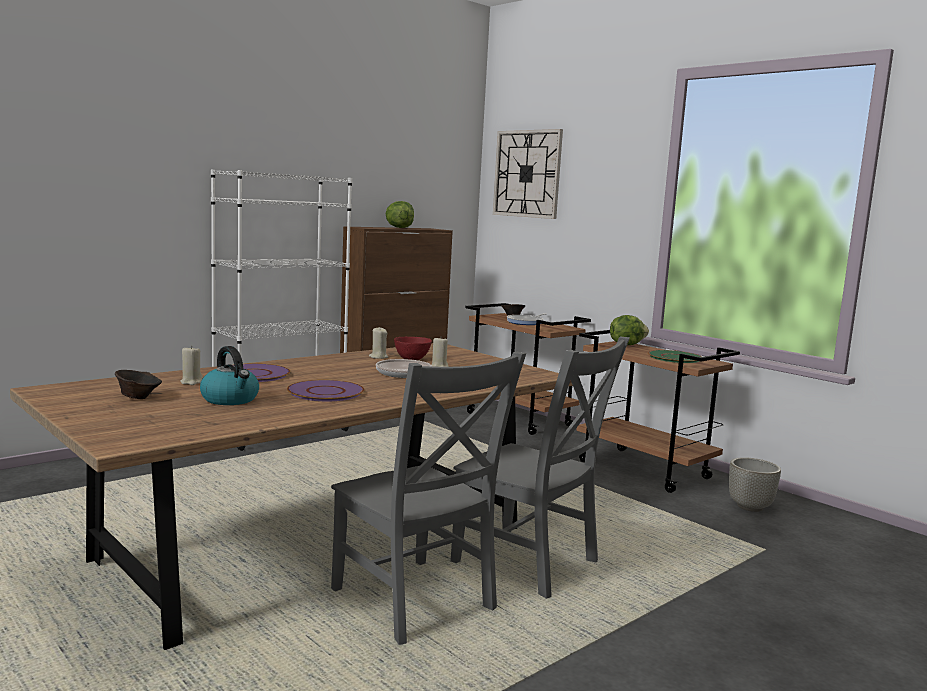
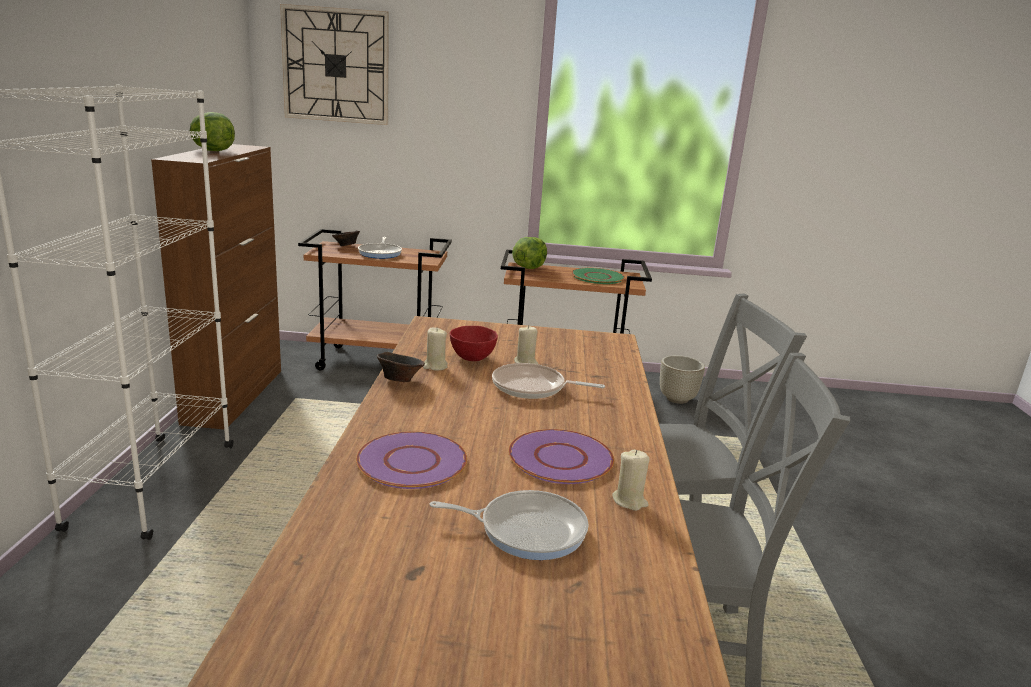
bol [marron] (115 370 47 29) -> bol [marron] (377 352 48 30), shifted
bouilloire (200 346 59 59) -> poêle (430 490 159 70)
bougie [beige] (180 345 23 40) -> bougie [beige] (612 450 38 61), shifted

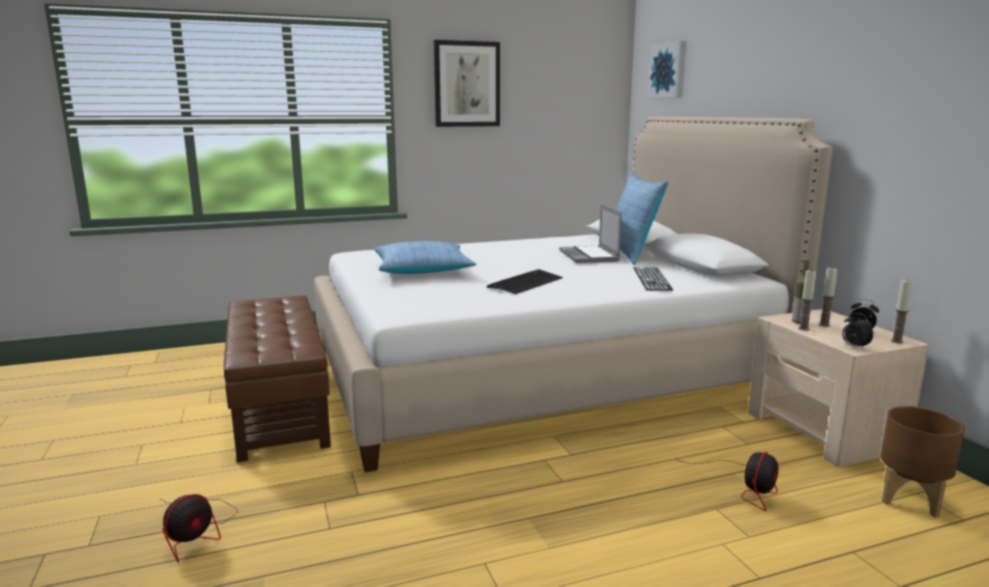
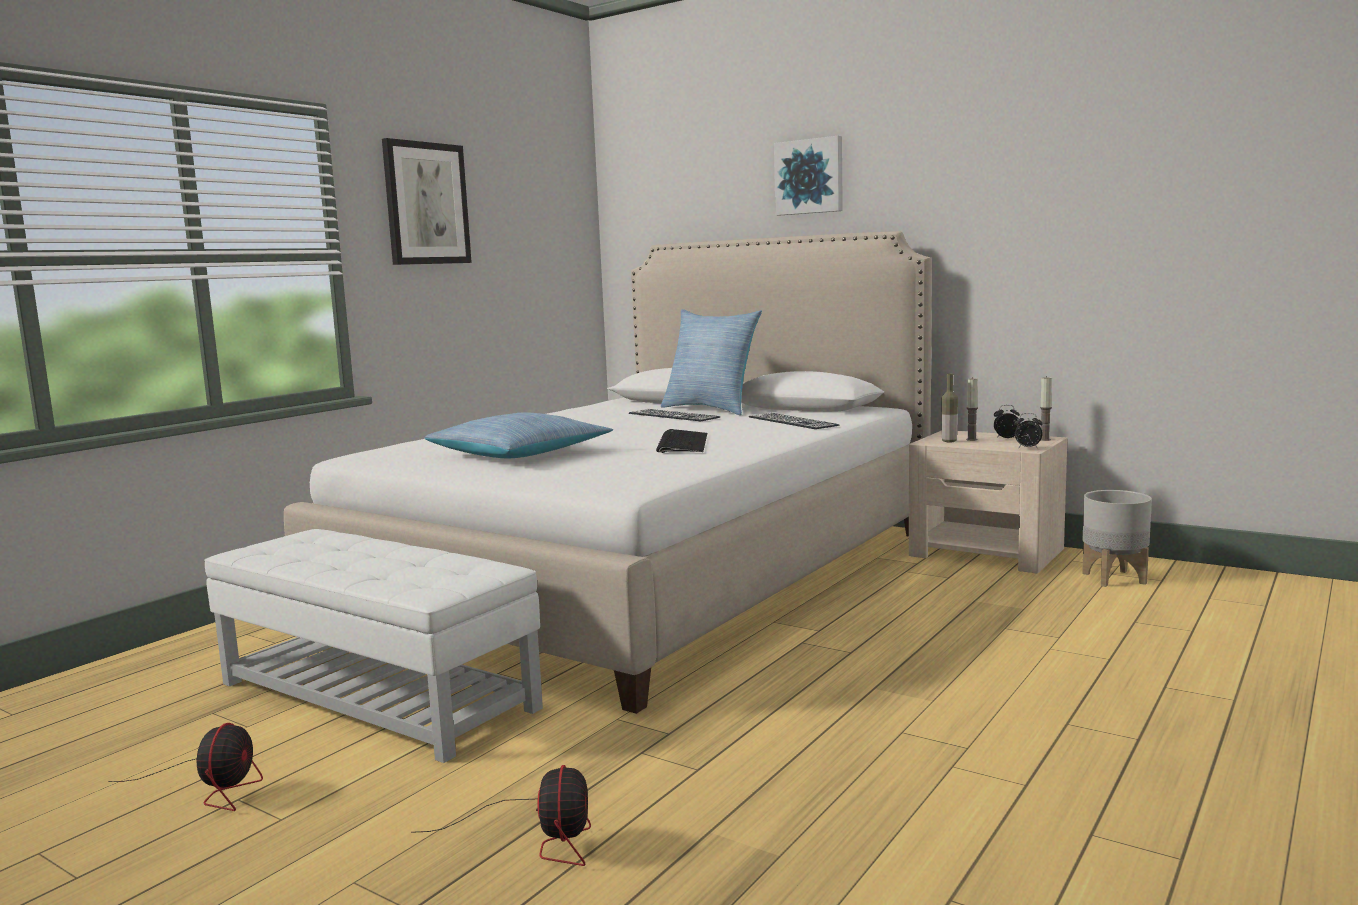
ventilateur (675 452 103 59) -> ventilateur (108 723 155 88), shifted
pouf [marron] (224 295 107 167) -> pouf [blanc] (204 529 339 234)
ordinateur portable (559 204 63 59) -> clavier (629 409 91 12)
tableau (648 41 38 57) -> tableau (774 136 69 79), shifted
cache-pot [marron] (880 406 85 112) -> cache-pot [gris] (1082 490 70 97)
bougie (798 270 18 61) -> none

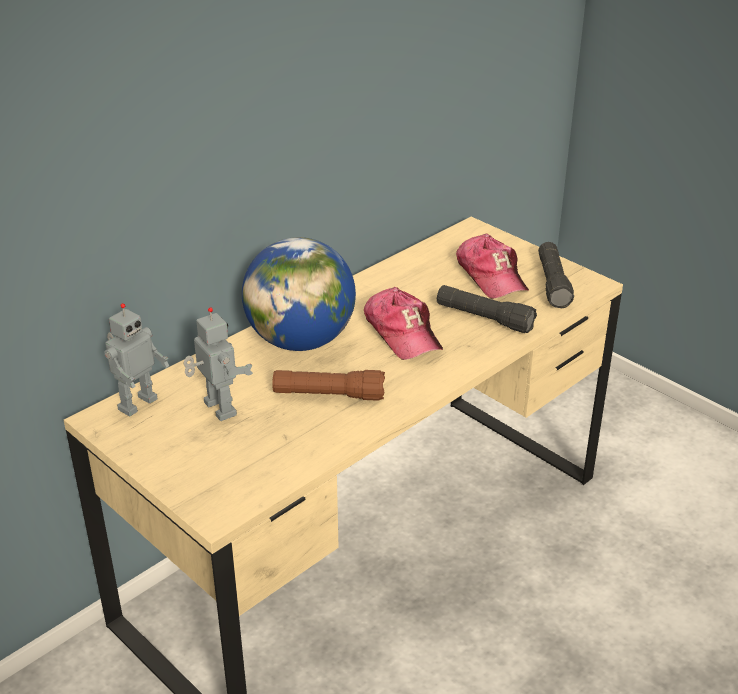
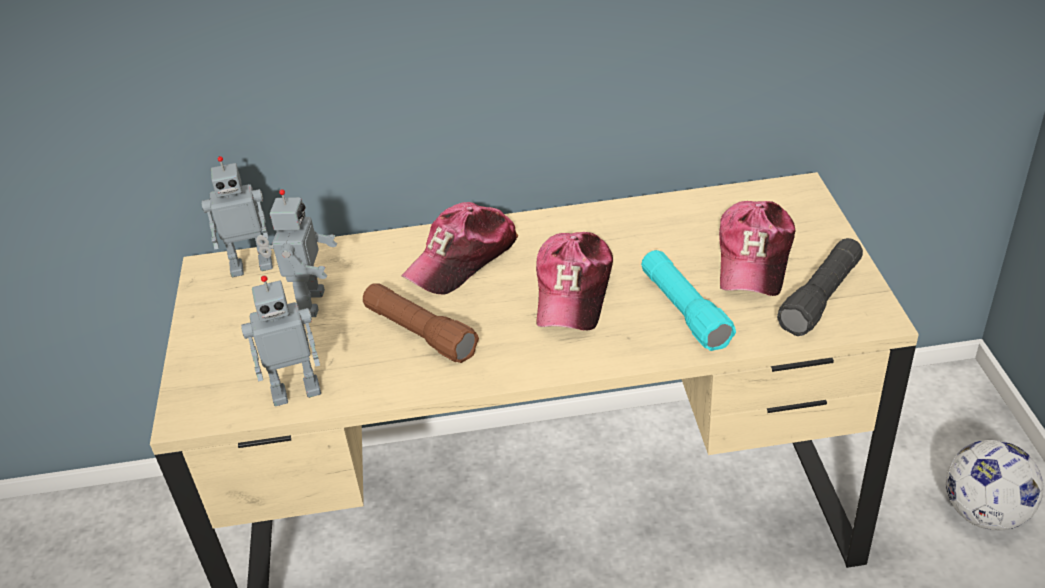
none -> robot jouet (241 276 80 130)
globe (242 237 114 114) -> casquette (401 202 117 93)
lampe de poche [noir] (437 285 100 48) -> lampe de poche [turquoise] (641 250 95 101)
none -> ballon de foot (946 440 97 90)

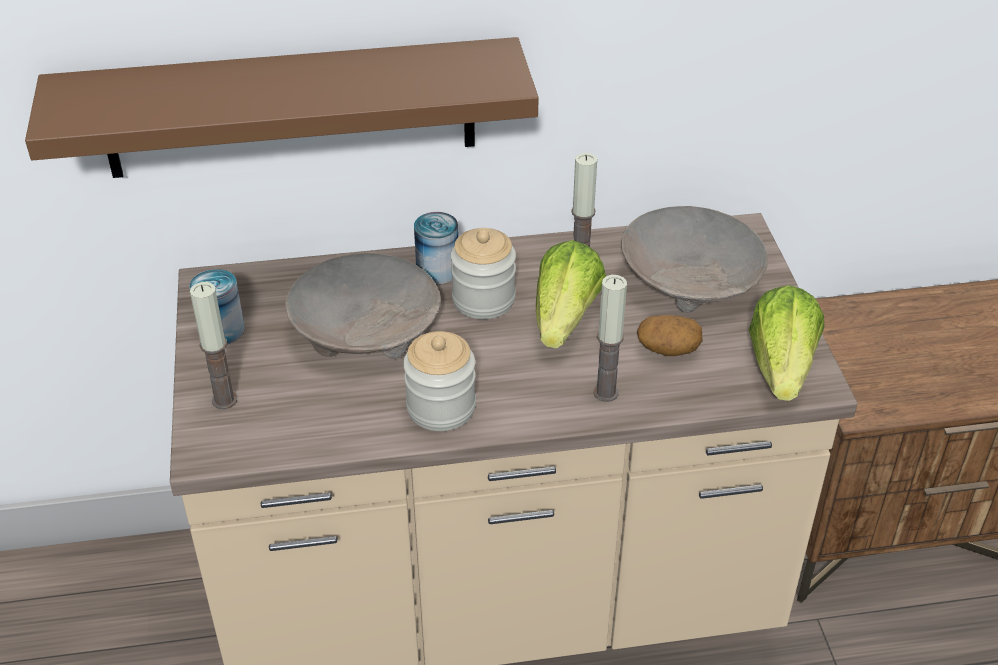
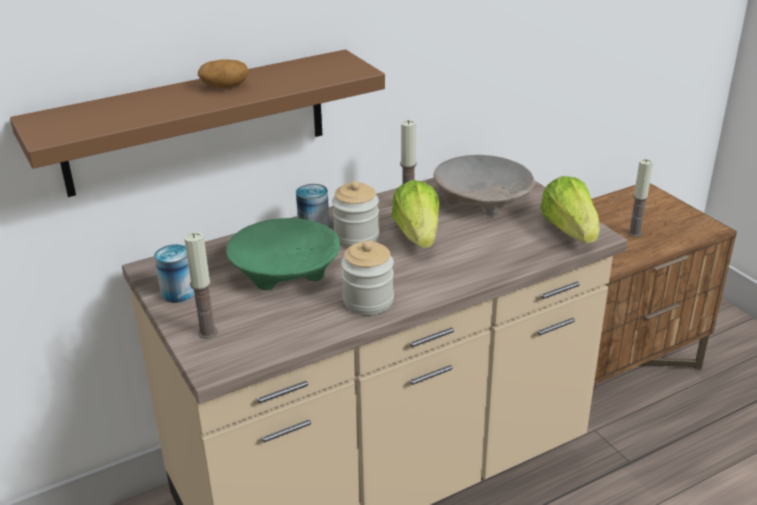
pomme de terre (637 315 66 41) -> pomme de terre (198 59 51 29), shifted
bol [beige] (285 253 156 106) -> bol [vert] (226 218 114 72)
bougie (593 275 34 127) -> bougie (628 159 25 78), shifted

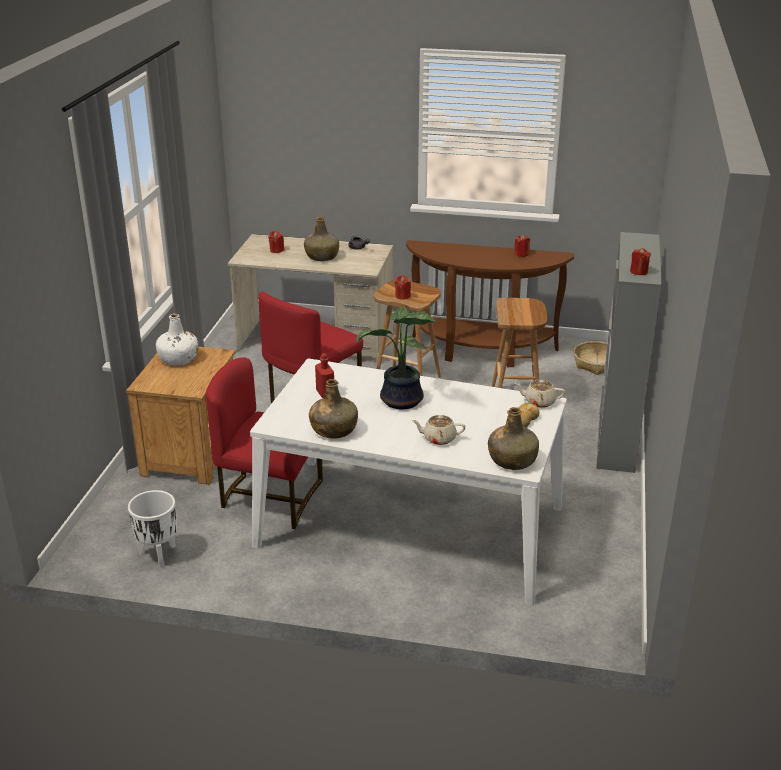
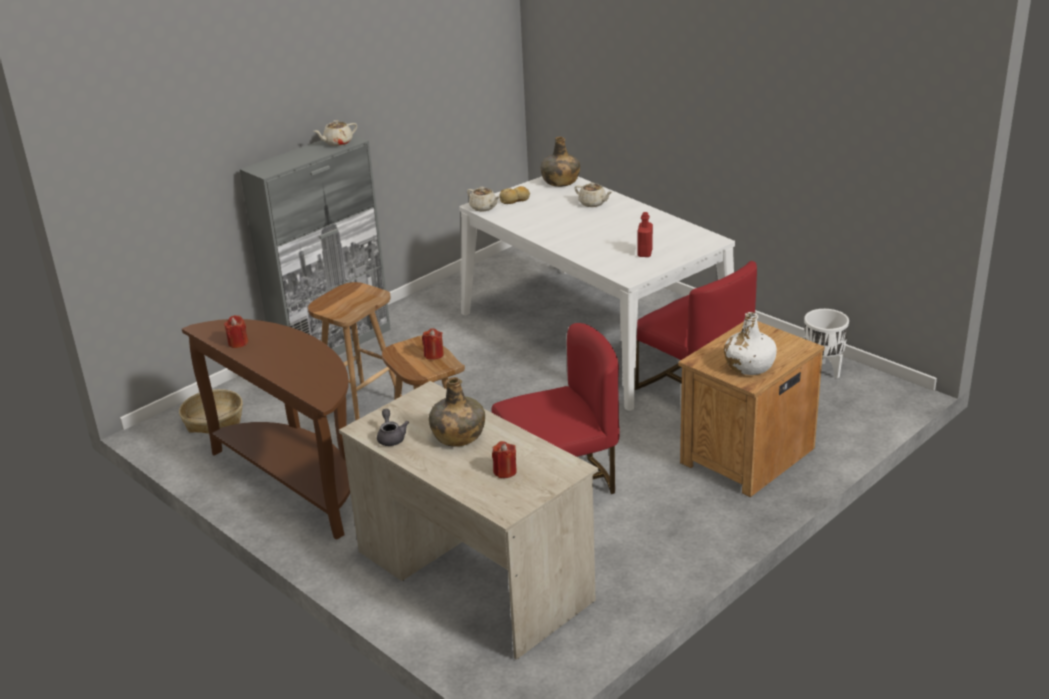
bougie [rouge] (630 248 21 27) -> théière [beige] (314 120 43 26)
bouteille [vert] (309 379 49 59) -> none
plante en pot (356 306 80 103) -> none

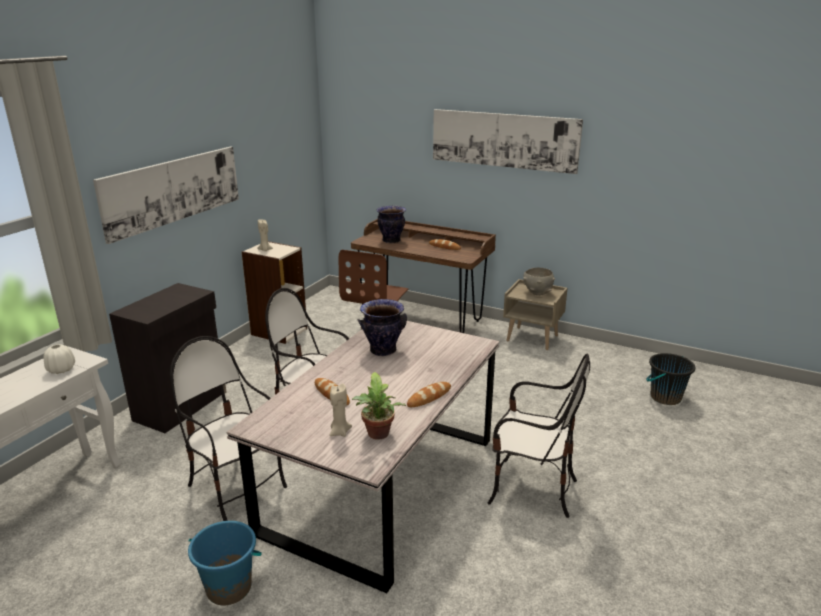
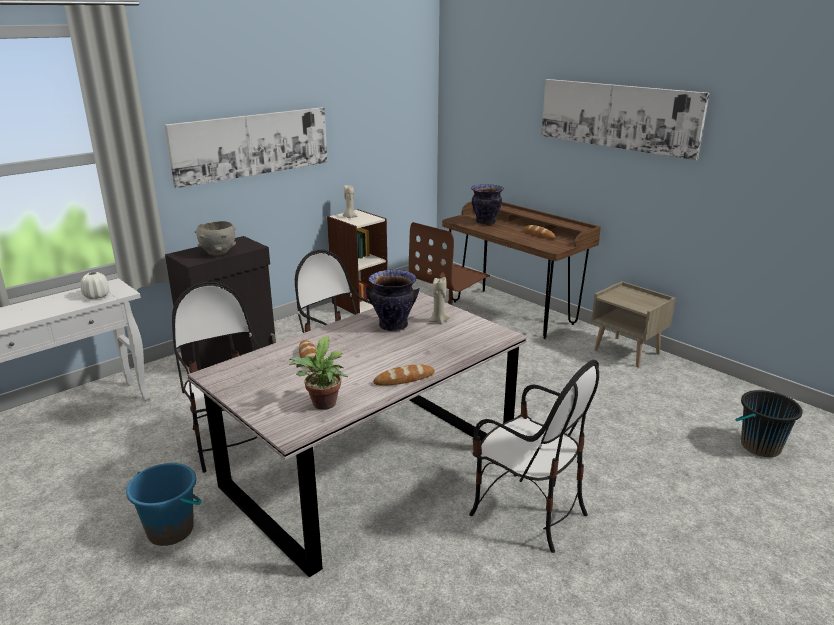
bol [gris] (523 267 32 29) -> bol [gris] (195 221 41 35), shifted
bougie [beige] (329 383 23 54) -> bougie [beige] (428 277 22 47), shifted

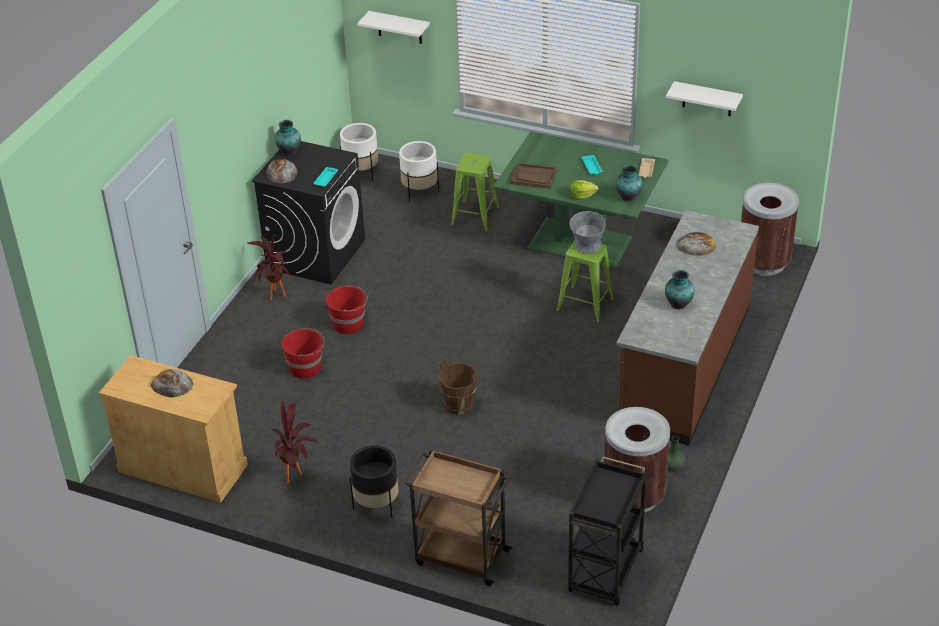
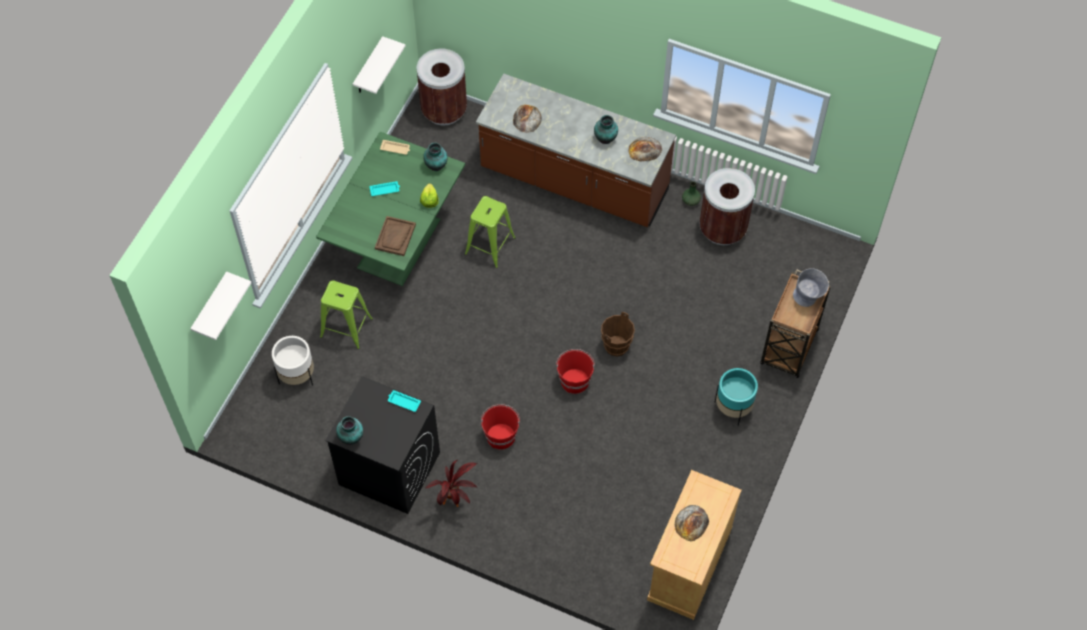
seau [rouge] (281 328 43 51) -> seau [rouge] (556 349 39 45), shifted
pain (266 159 32 24) -> pain (628 137 34 24), shifted
cache-pot [noir] (350 445 49 73) -> cache-pot [turquoise] (714 368 44 58)
bol [gris] (570 211 35 43) -> bol [gris] (793 268 36 39), shifted
plante en pot (270 400 49 84) -> none
cache-pot [blanc] (340 123 38 58) -> none
chariot [noir] (568 456 79 150) -> none

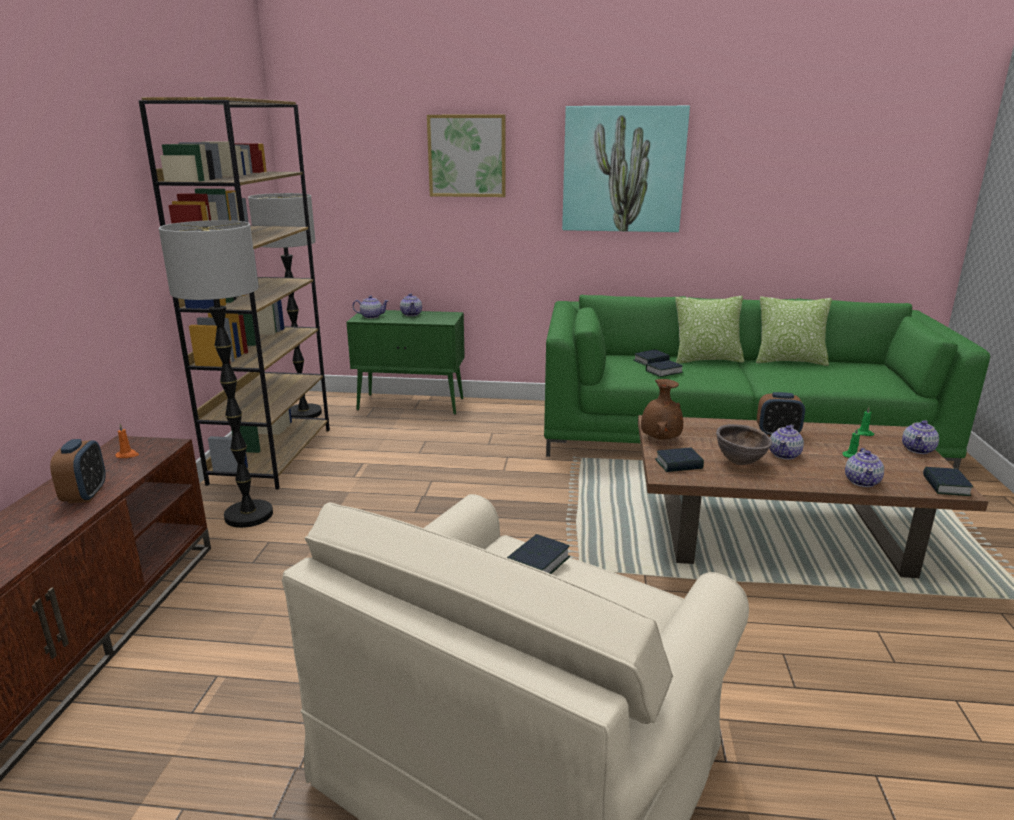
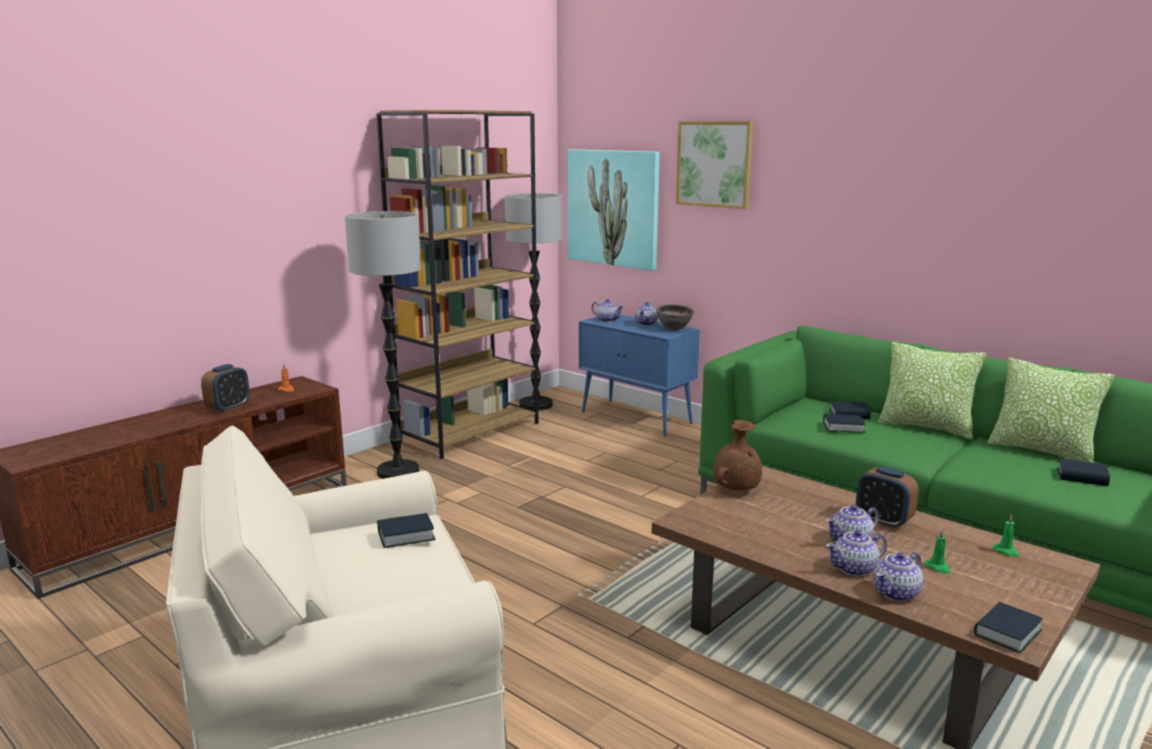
tableau (562 106 128 126) -> tableau (567 149 93 122), shifted
meuble de rangement [vert] (347 310 118 105) -> meuble de rangement [bleu] (579 315 121 121)
bol [marron] (716 424 56 41) -> bol [marron] (657 304 37 27), shifted
théière (902 420 37 34) -> théière (826 530 61 46), shifted
livre (655 448 49 24) -> livre (1057 459 53 27), shifted

